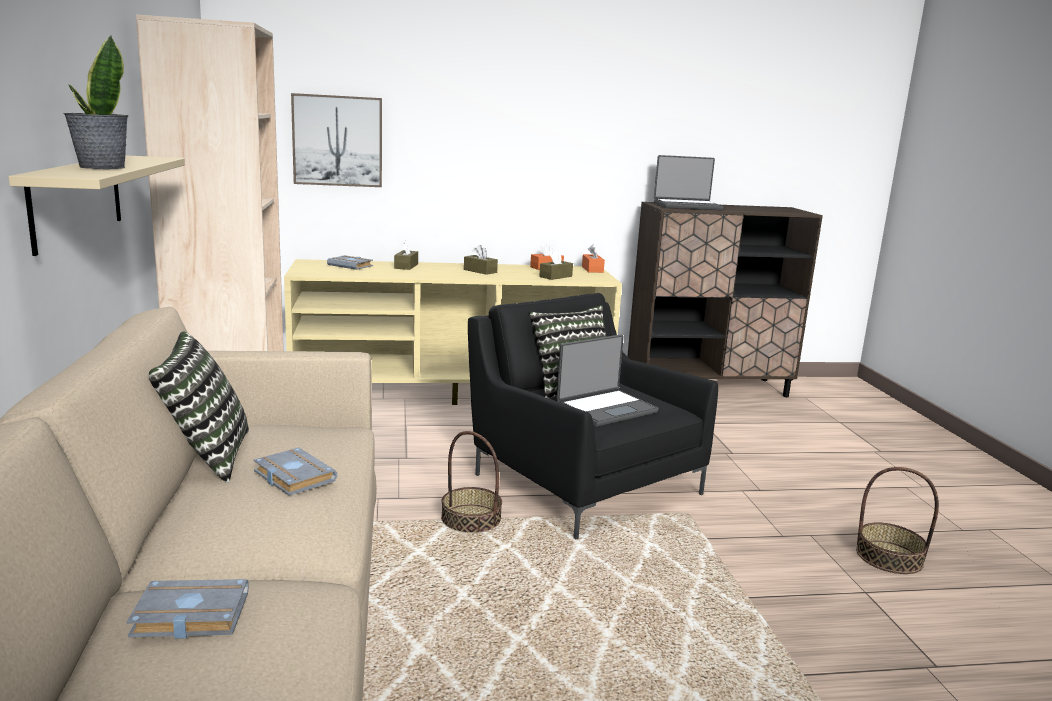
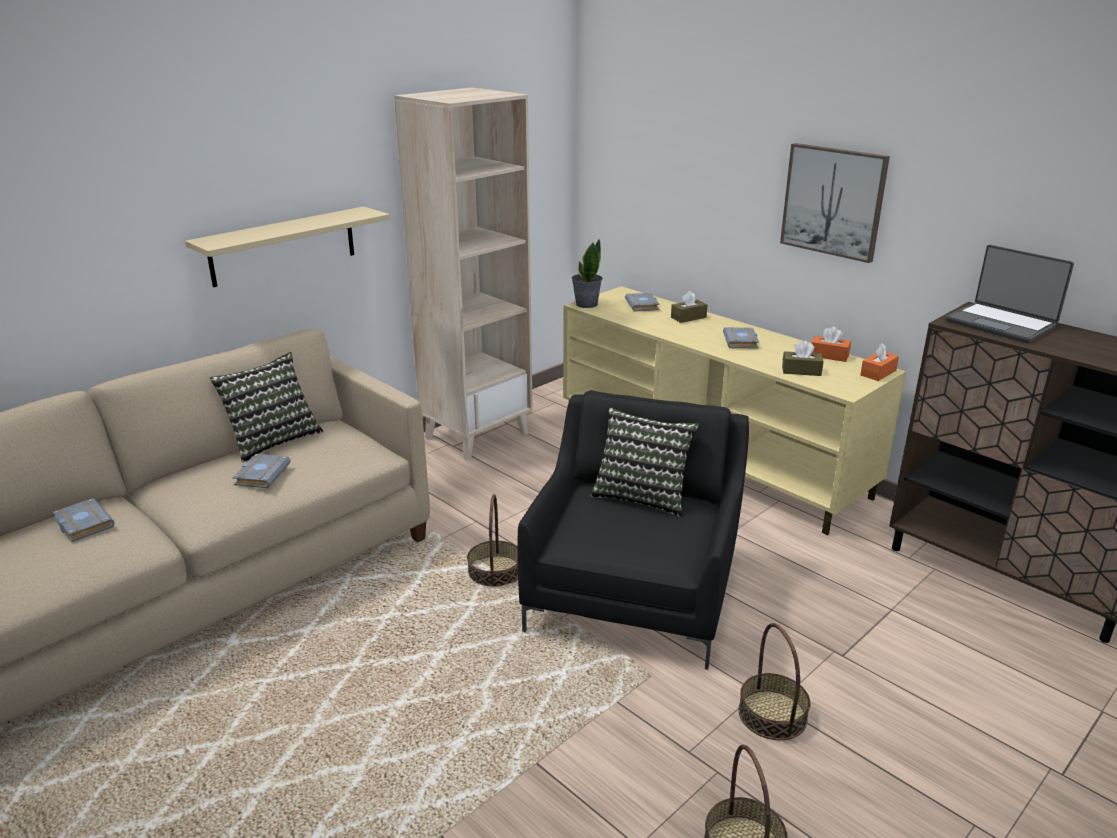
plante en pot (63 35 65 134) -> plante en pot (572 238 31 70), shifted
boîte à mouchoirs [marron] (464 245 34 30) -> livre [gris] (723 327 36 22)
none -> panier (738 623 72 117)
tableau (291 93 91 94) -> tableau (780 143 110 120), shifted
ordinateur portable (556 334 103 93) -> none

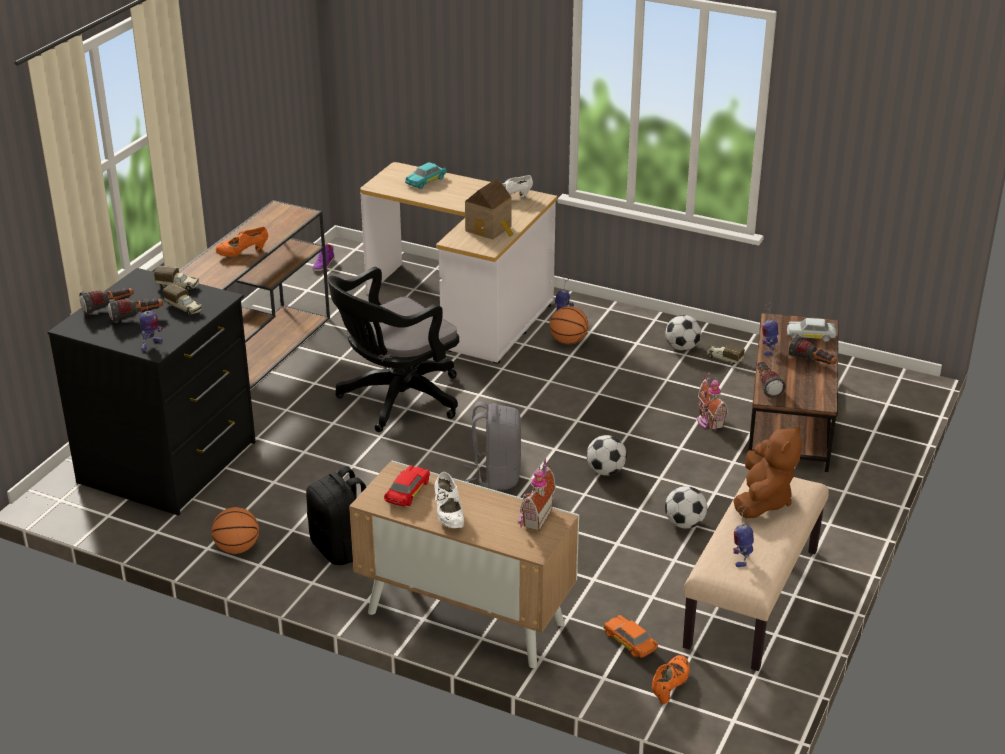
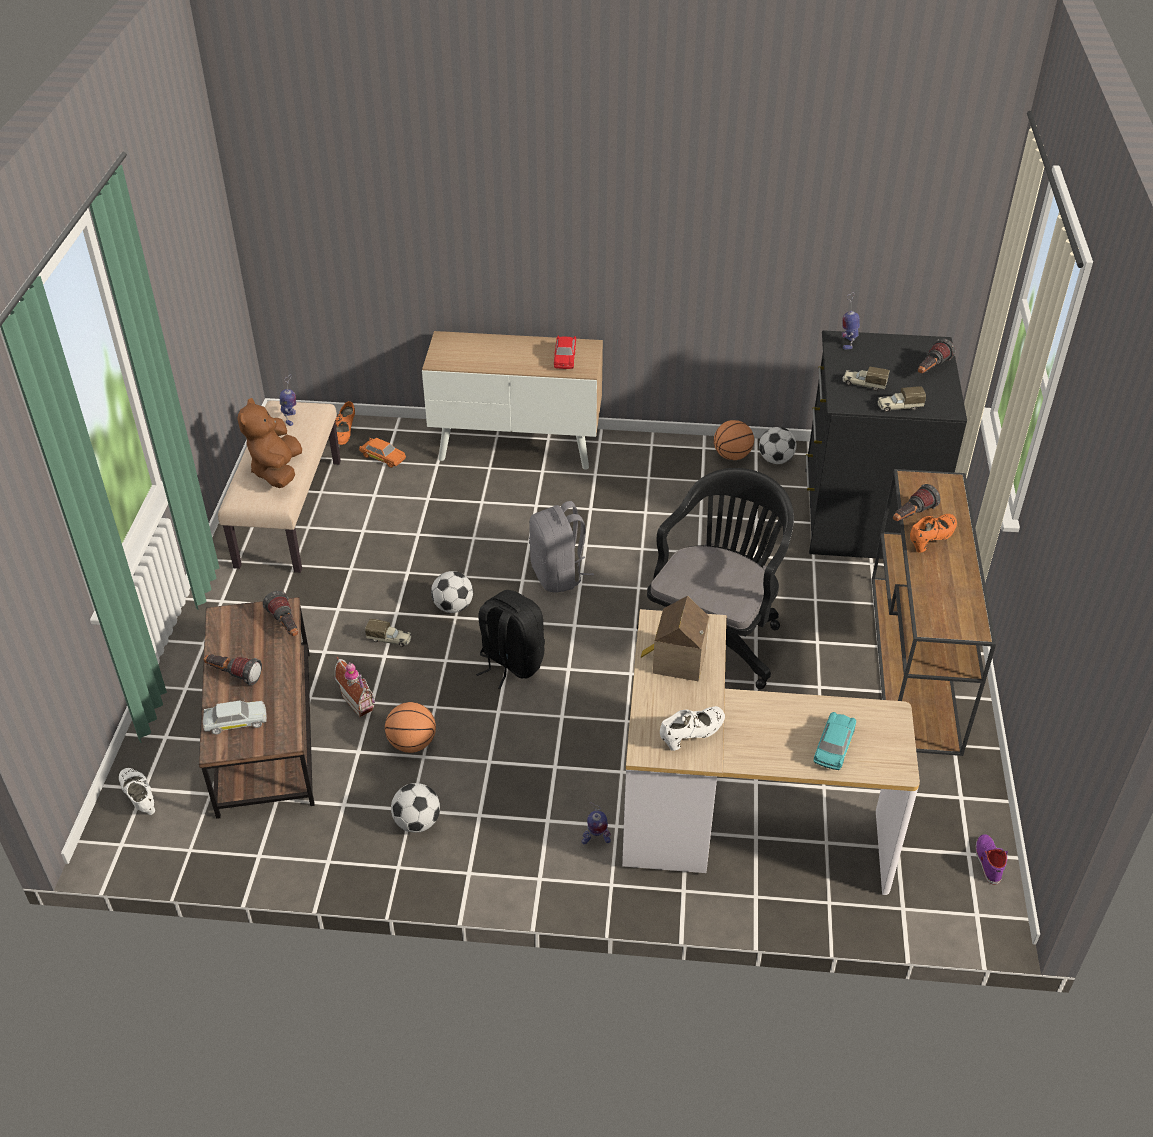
chaussure [blanc] (434 472 30 57) -> chaussure [blanc] (119 768 36 47), shifted
camion jouet (706 344 39 21) -> camion jouet (365 619 47 28), shifted
ballon de basket (550 306 38 38) -> ballon de basket (385 702 51 51), shifted
sac à dos [noir] (306 466 60 99) -> sac à dos [noir] (476 590 69 99), shifted
ballon de foot (665 486 42 43) -> ballon de foot (759 427 37 37), shifted
lampe de poche (108 298 55 25) -> lampe de poche (893 484 47 37), shifted
maison miniature (518 459 38 72) -> none
robot jouet (762 302 16 53) -> none

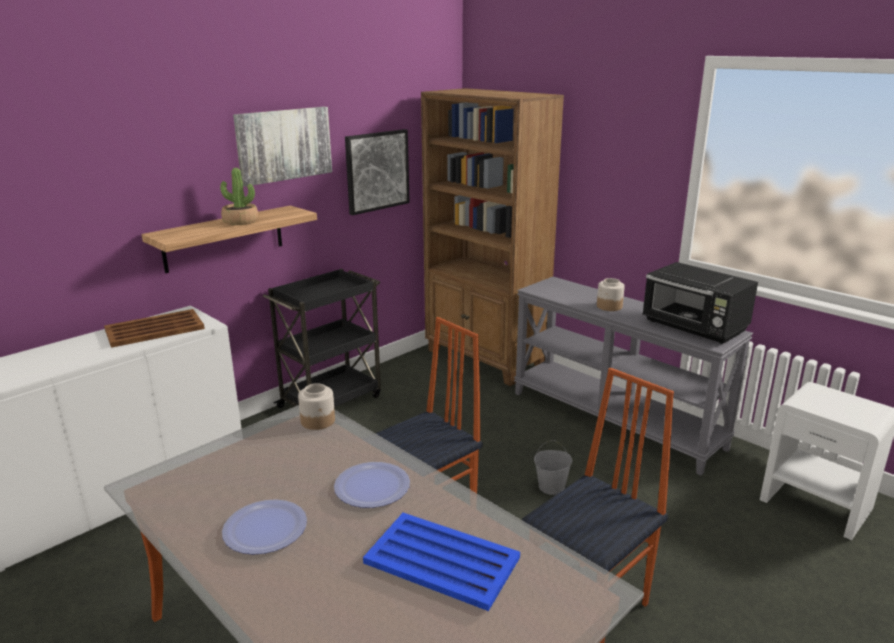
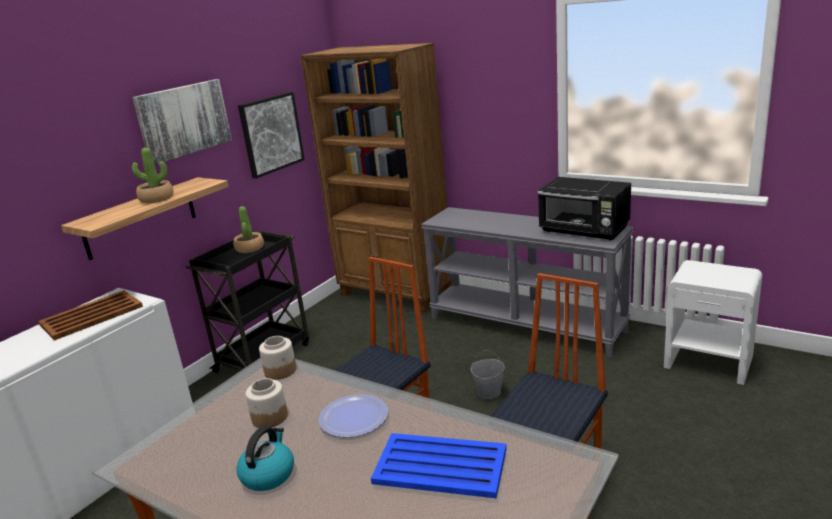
none -> plante en pot (233 206 31 47)
assiette (222 499 85 56) -> bouilloire (237 426 57 65)
bocal (597 278 28 33) -> bocal (246 378 42 50), shifted

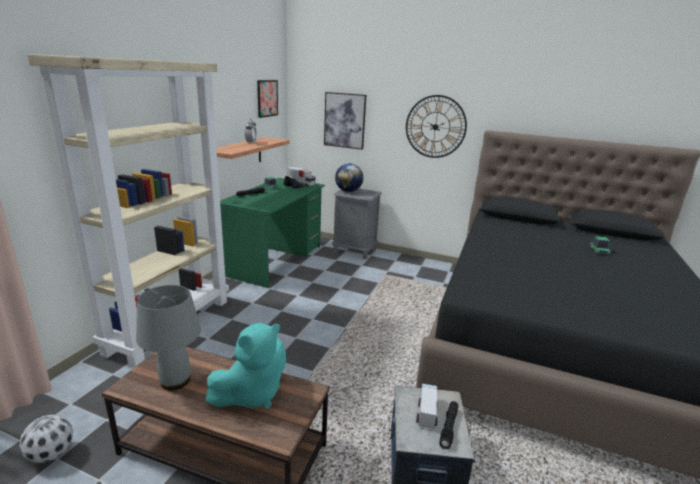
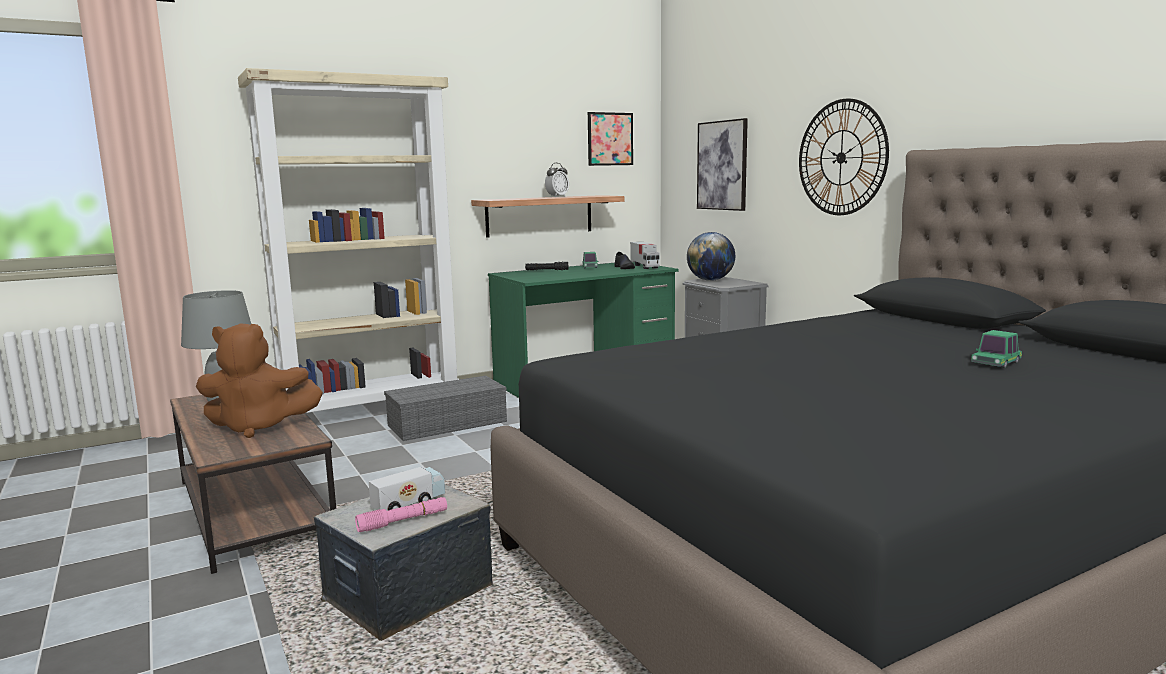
peluche [turquoise] (206 323 80 86) -> peluche [marron] (196 323 127 115)
lampe de poche [noir] (439 401 19 48) -> lampe de poche [rose] (355 497 92 35)
none -> boîte de rangement [gris] (384 376 123 65)
ballon de foot (19 415 54 48) -> none

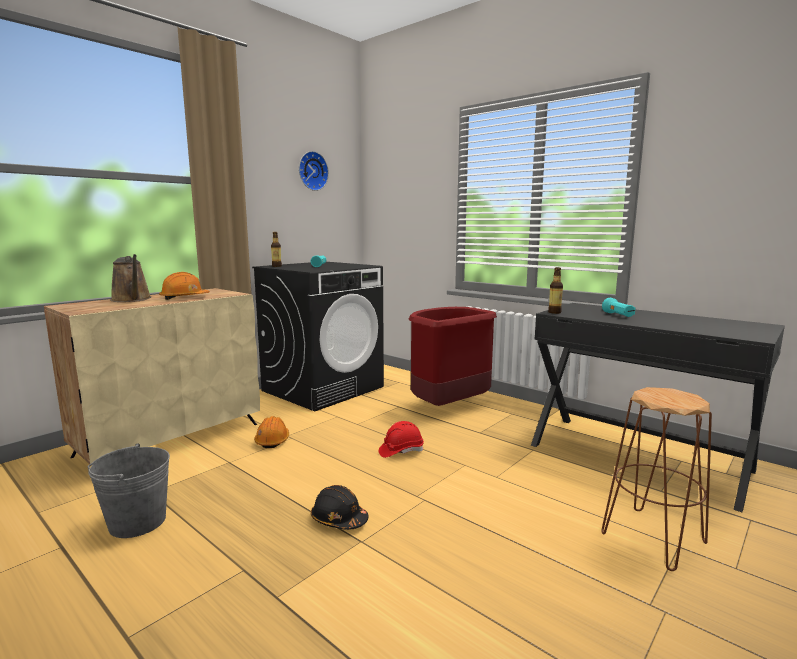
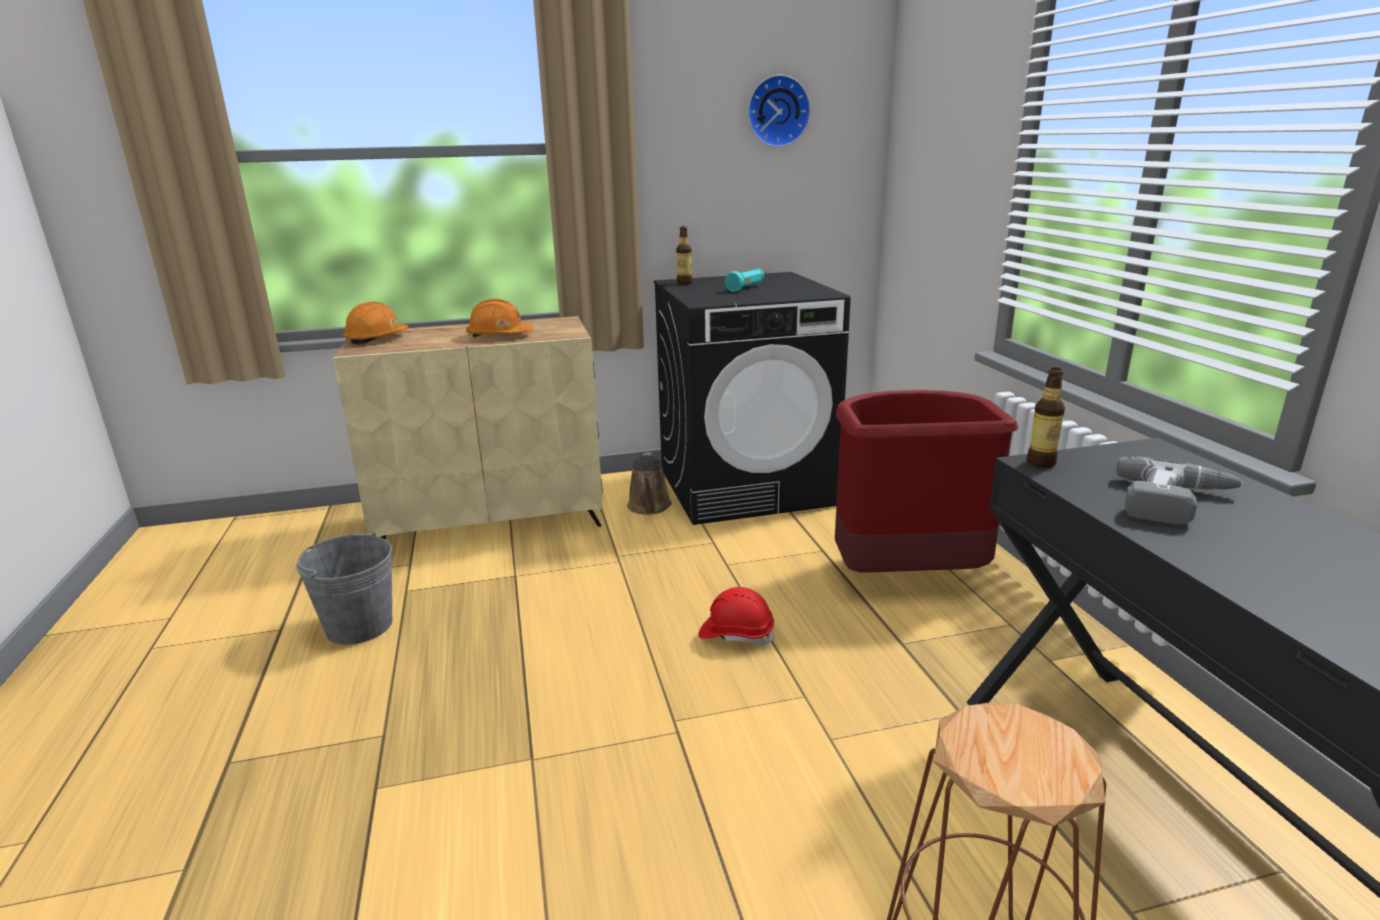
casque de chantier [orange] (254 416 35 32) -> casque de chantier [orange] (342 302 67 43), shifted
arrosoir [marron] (110 254 41 48) -> arrosoir [marron] (627 452 45 63), shifted
lampe de poche [turquoise] (602 298 34 19) -> perceuse (1116 457 128 68)
casque de chantier [noir] (311 485 58 45) -> none

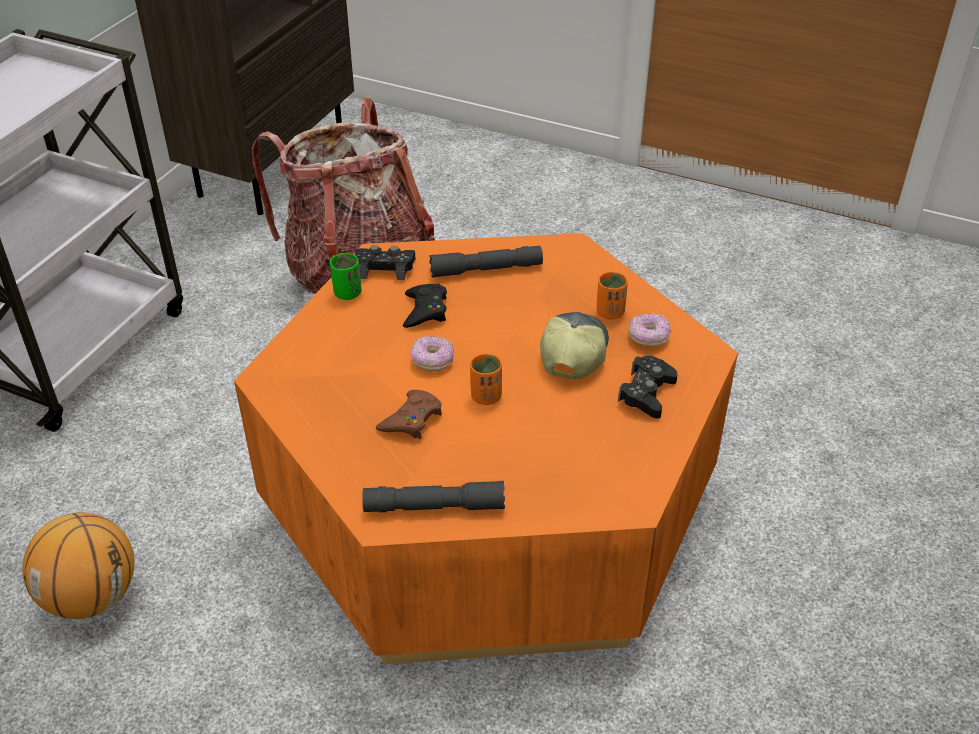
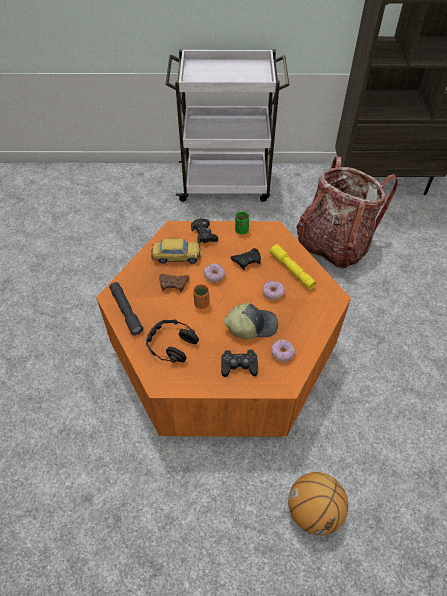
none -> casque audio (146 319 53 44)
none -> petite voiture (151 239 50 25)
manette [noir] (355 245 60 35) -> manette [noir] (191 219 27 25), shifted
none -> beignet (262 281 23 19)
lampe de poche [gris] (429 246 114 32) -> lampe de poche [jaune] (270 244 46 46)
ballon de basket (22 512 113 107) -> ballon de basket (288 472 60 64), shifted
tasse [orange] (597 272 31 48) -> none

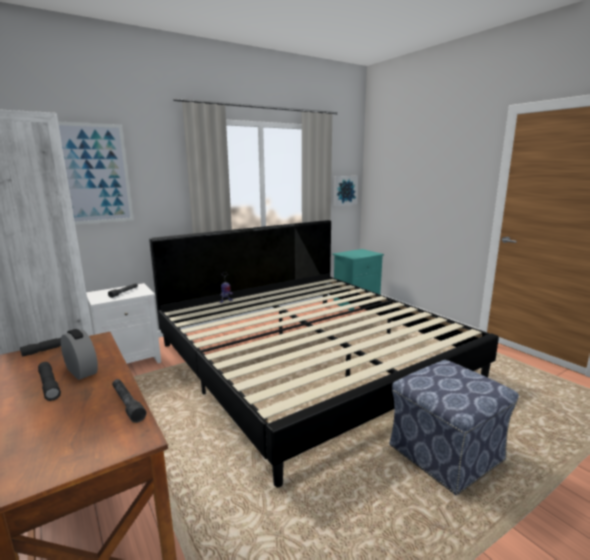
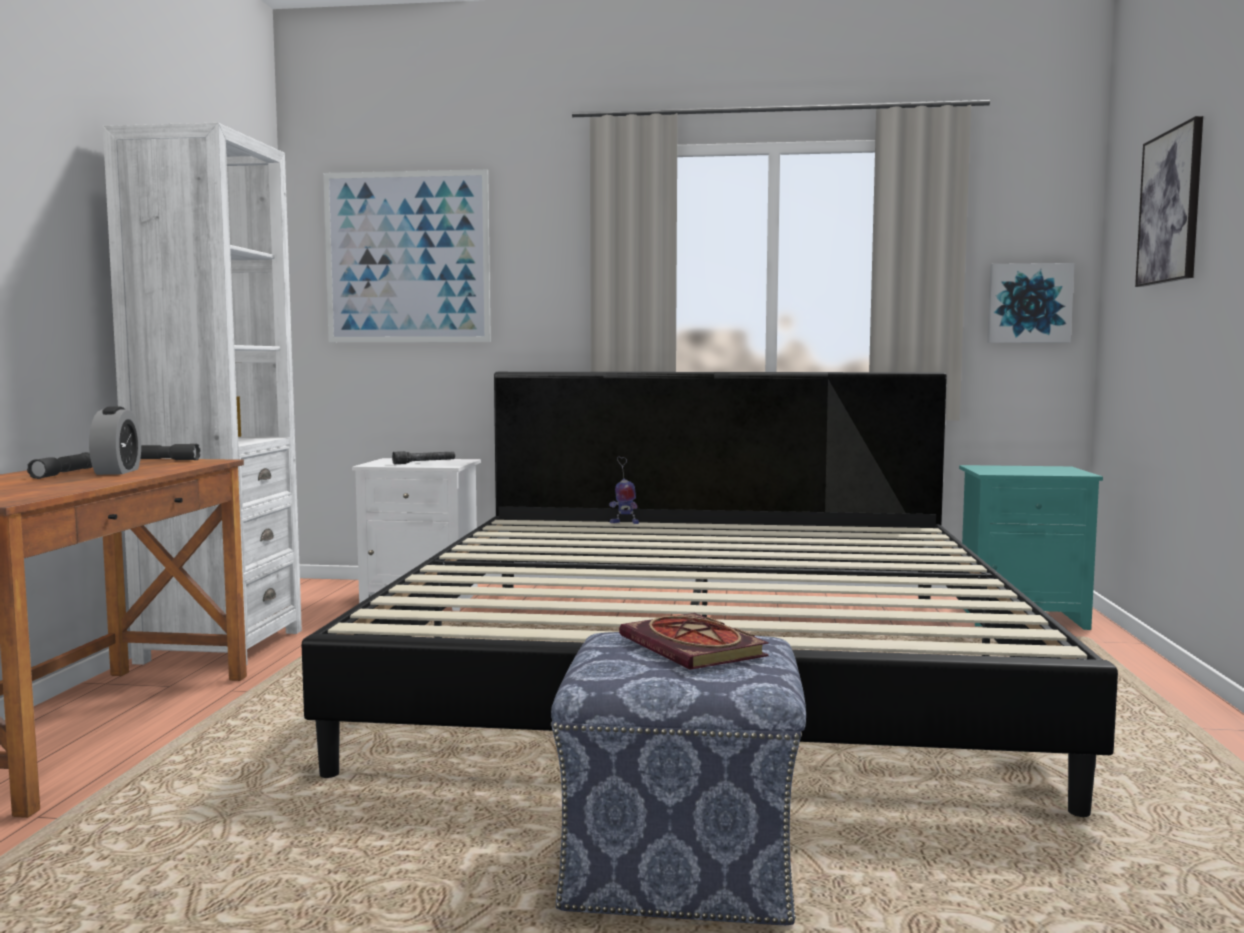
none -> livre (619 613 150 56)
none -> tableau (1135 116 68 171)
lampe de poche [gris] (112 379 34 44) -> none

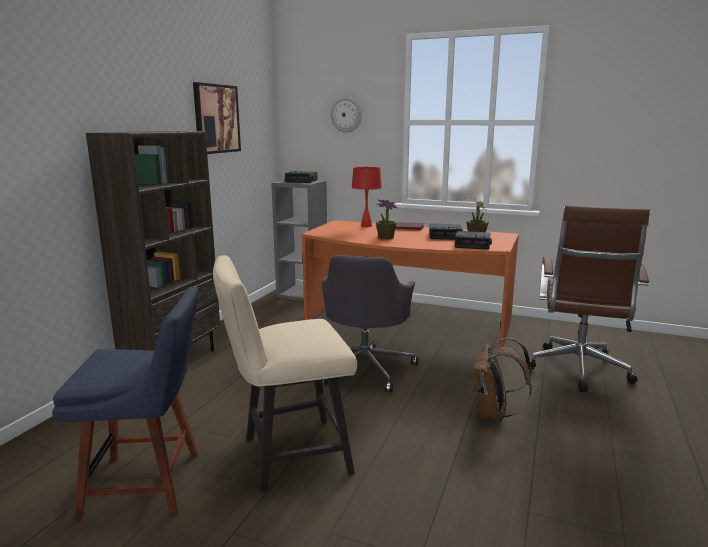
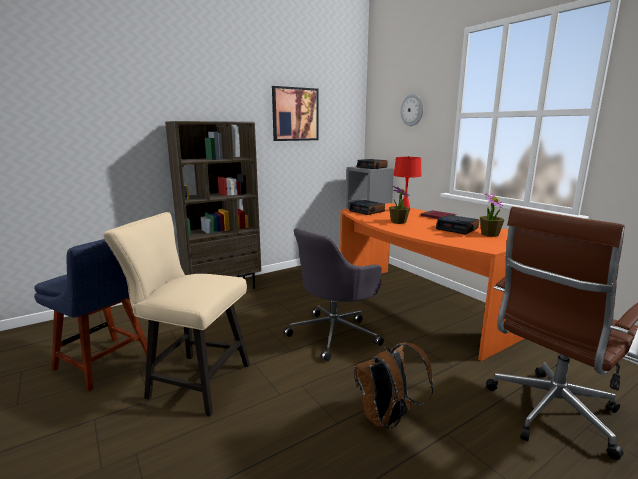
réveil (455 231 37 19) -> réveil (349 200 36 15), shifted

